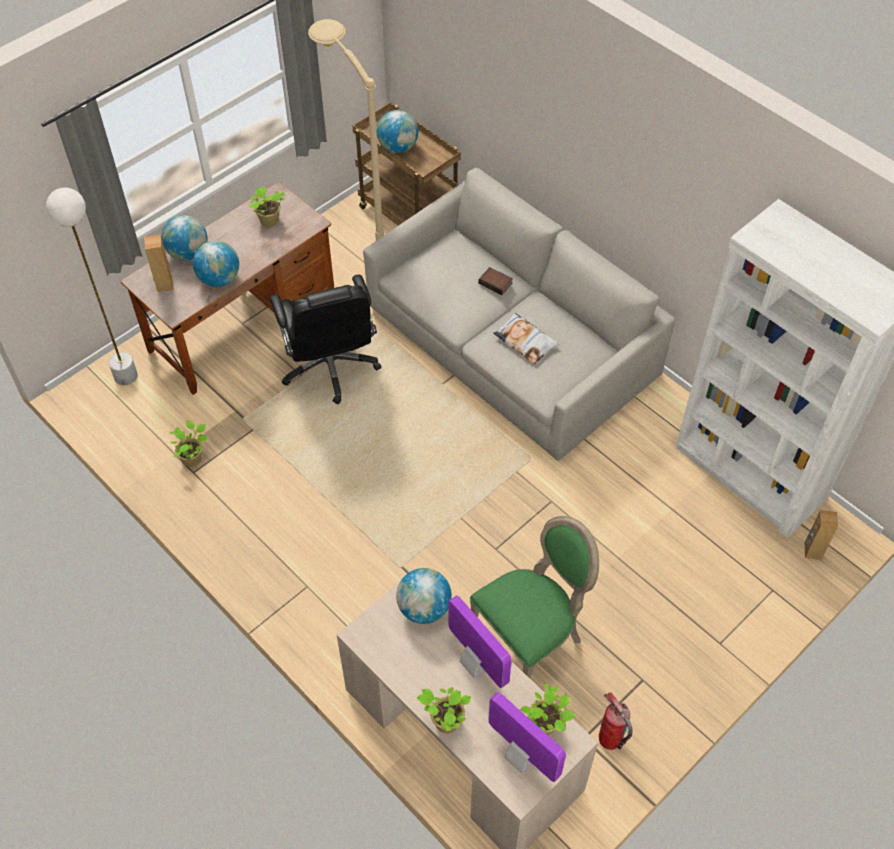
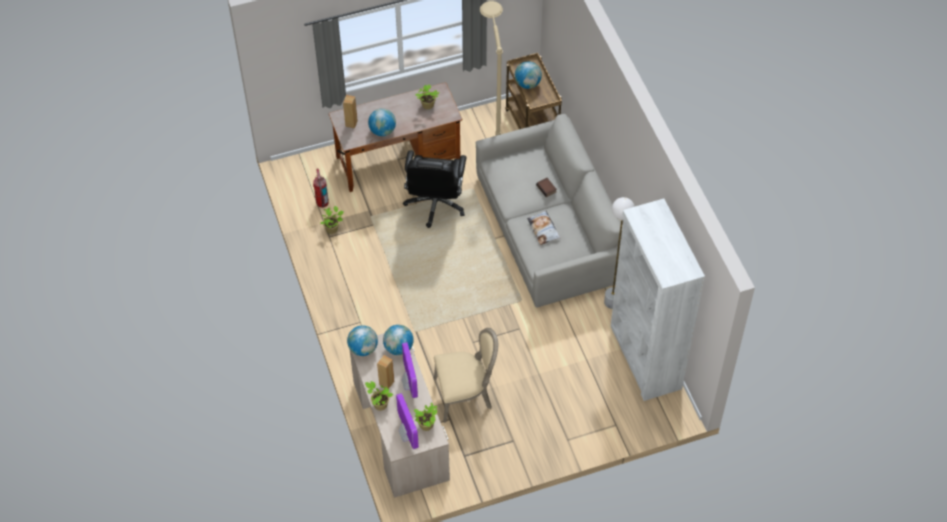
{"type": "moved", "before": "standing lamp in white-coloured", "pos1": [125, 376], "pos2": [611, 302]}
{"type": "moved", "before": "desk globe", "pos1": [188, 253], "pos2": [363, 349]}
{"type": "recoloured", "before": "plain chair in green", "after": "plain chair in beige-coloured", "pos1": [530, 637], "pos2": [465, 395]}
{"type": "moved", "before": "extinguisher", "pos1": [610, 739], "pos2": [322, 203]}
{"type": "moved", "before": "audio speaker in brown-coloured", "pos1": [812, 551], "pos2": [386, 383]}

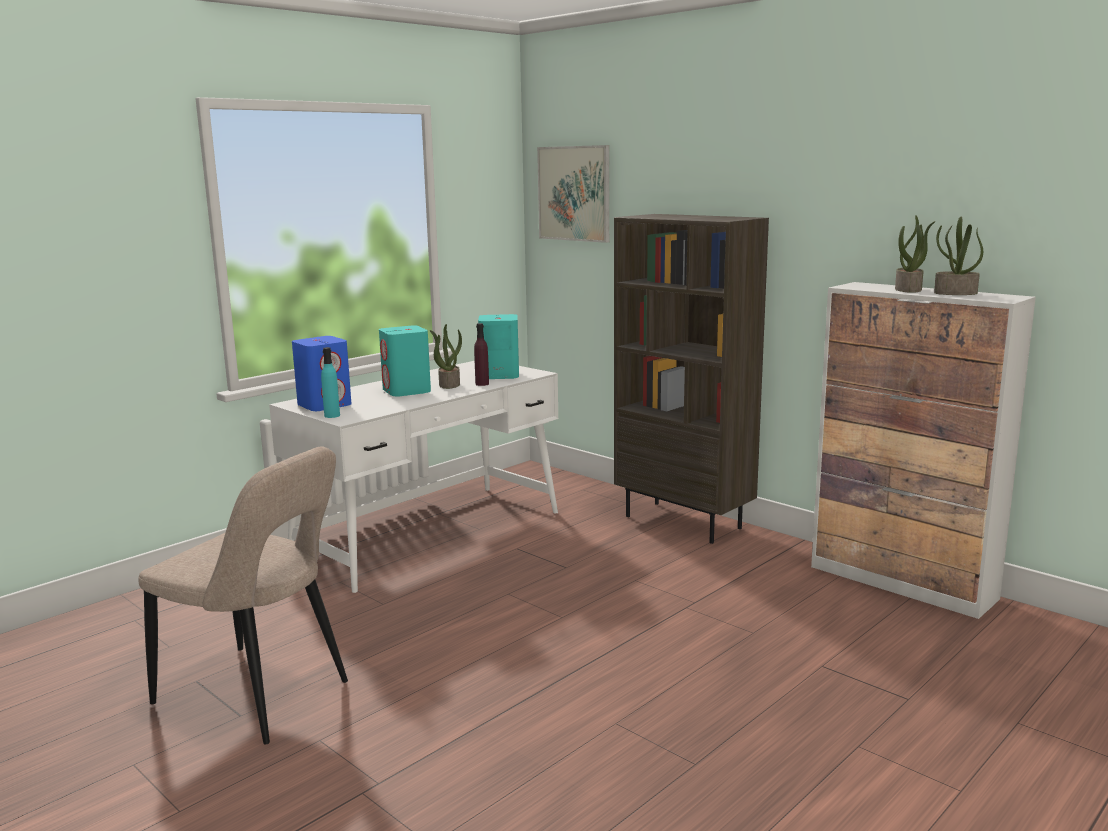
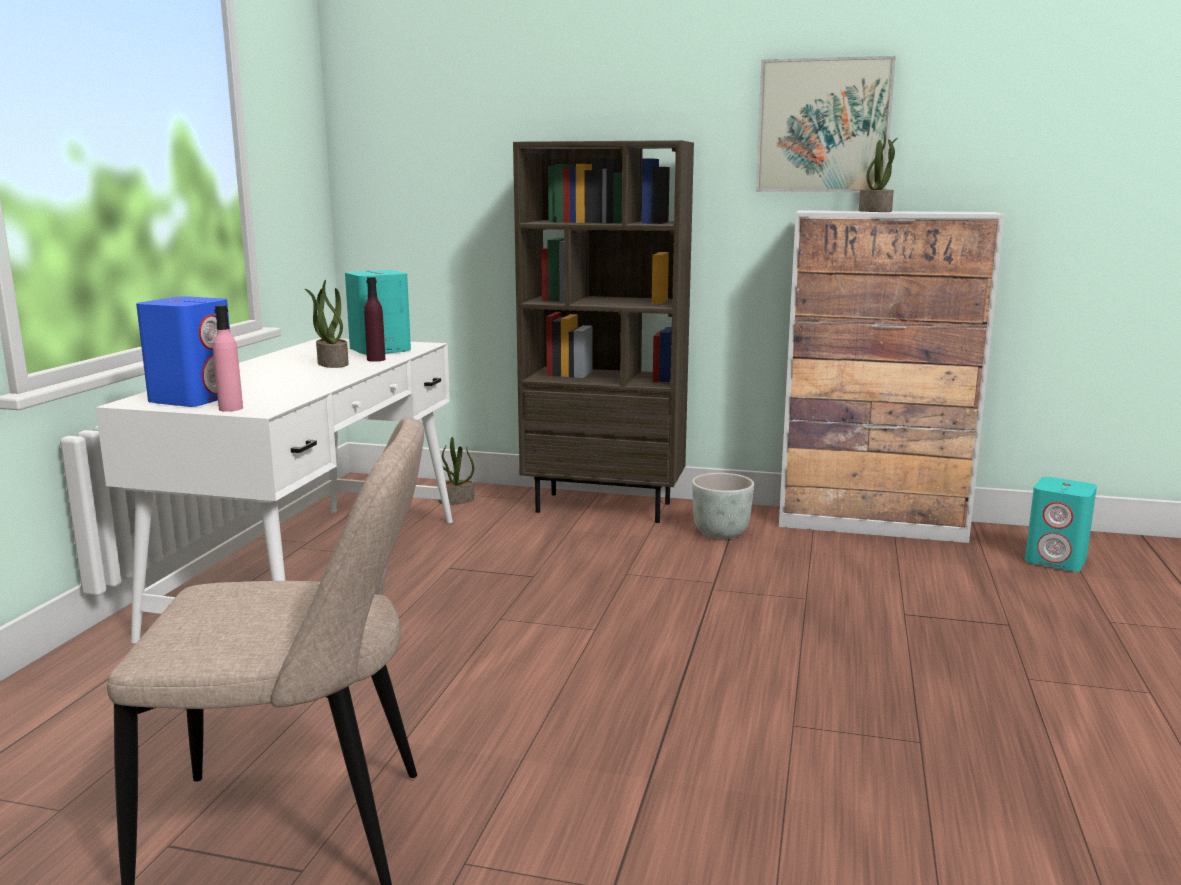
{"type": "recoloured", "before": "drink bottle in turquoise", "after": "drink bottle in pink", "pos1": [332, 415], "pos2": [231, 408]}
{"type": "moved", "before": "audio speaker in turquoise", "pos1": [407, 391], "pos2": [1056, 560]}
{"type": "moved", "before": "wall picture", "pos1": [574, 193], "pos2": [823, 126]}
{"type": "moved", "before": "houseplant", "pos1": [955, 293], "pos2": [456, 500]}
{"type": "added", "after": "flower pot in grey", "pos2": [722, 533]}

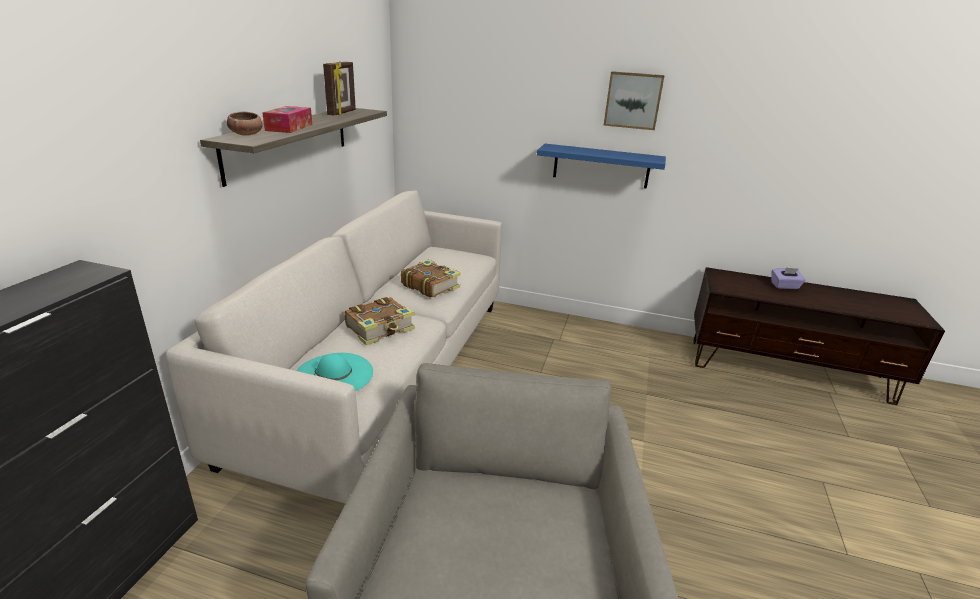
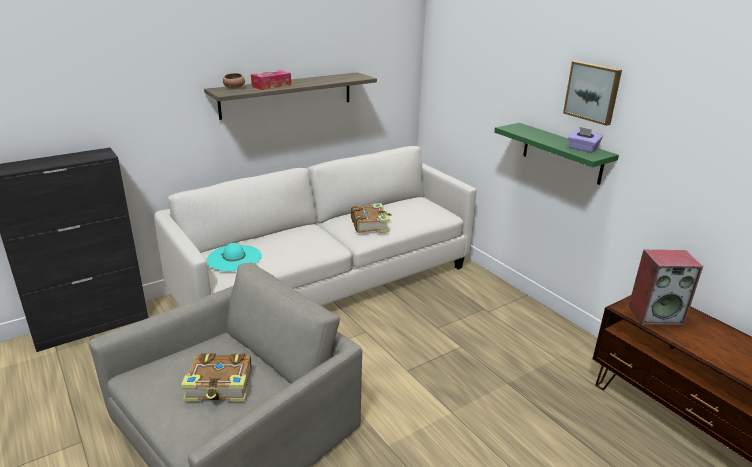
{"type": "removed", "before": "photo frame", "pos1": [342, 113]}
{"type": "moved", "before": "bound book", "pos1": [381, 328], "pos2": [220, 386]}
{"type": "recoloured", "before": "shelf in blue", "after": "shelf in green", "pos1": [601, 166], "pos2": [562, 153]}
{"type": "moved", "before": "tissue box in purple", "pos1": [784, 286], "pos2": [582, 149]}
{"type": "added", "after": "audio speaker", "pos2": [655, 315]}

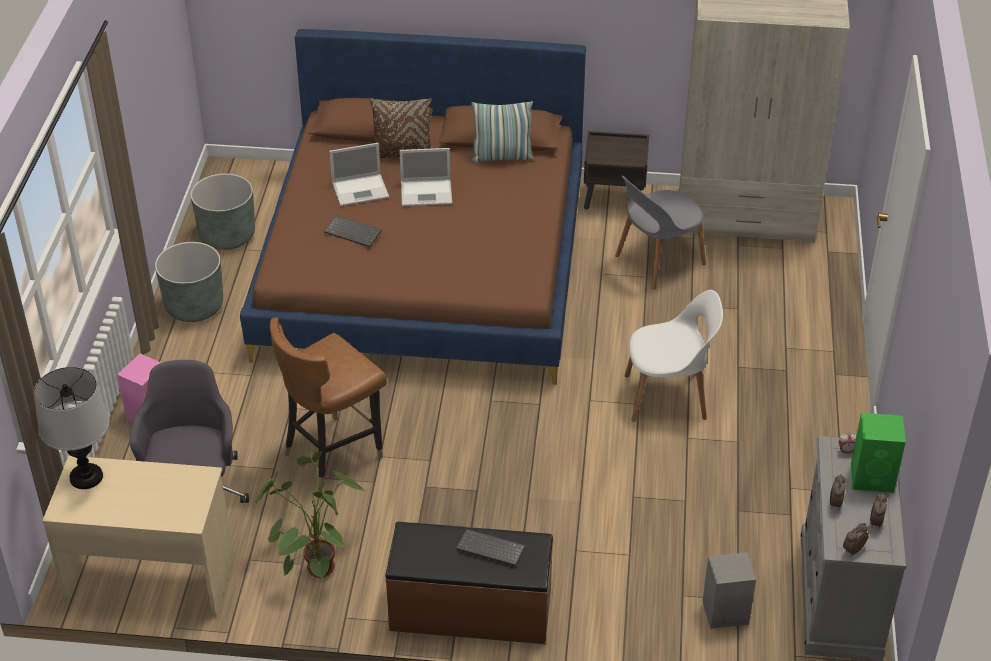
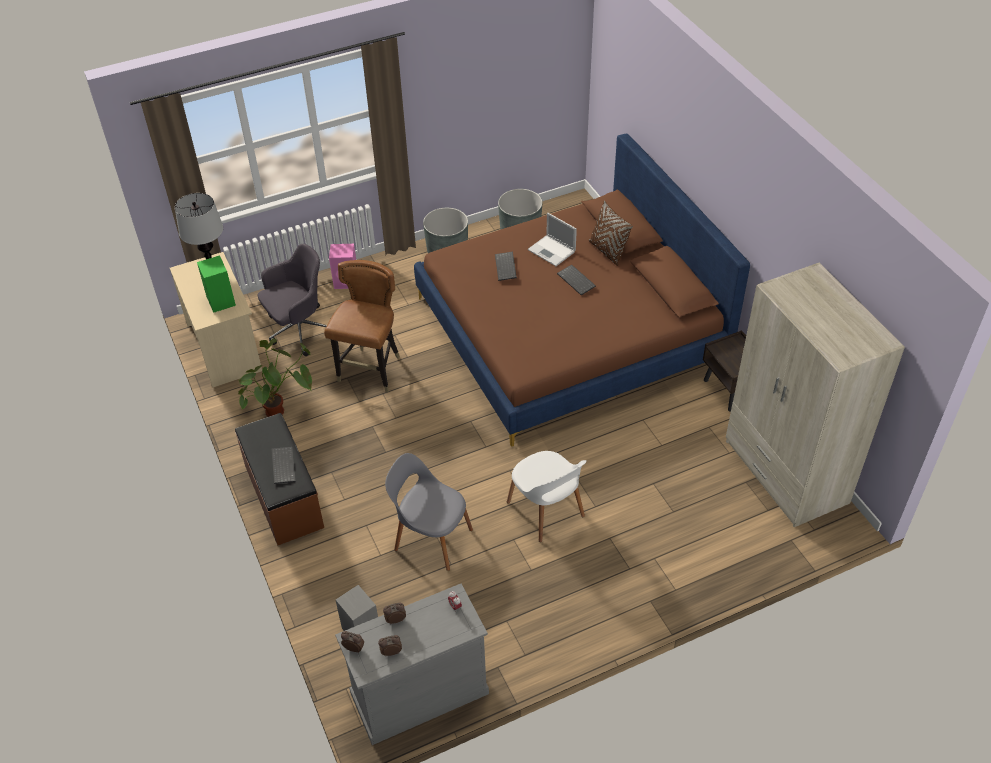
{"type": "turned", "before": "plain chair in brown-coloured", "pos1": [333, 452], "pos2": [371, 371], "turn": 90}
{"type": "replaced", "before": "portable computer", "after": "keyboard", "pos1": [427, 193], "pos2": [577, 280]}
{"type": "removed", "before": "throw pillow", "pos1": [502, 157]}
{"type": "moved", "before": "plain chair in grey", "pos1": [658, 261], "pos2": [431, 538]}
{"type": "moved", "before": "audio speaker in green", "pos1": [873, 478], "pos2": [221, 301]}

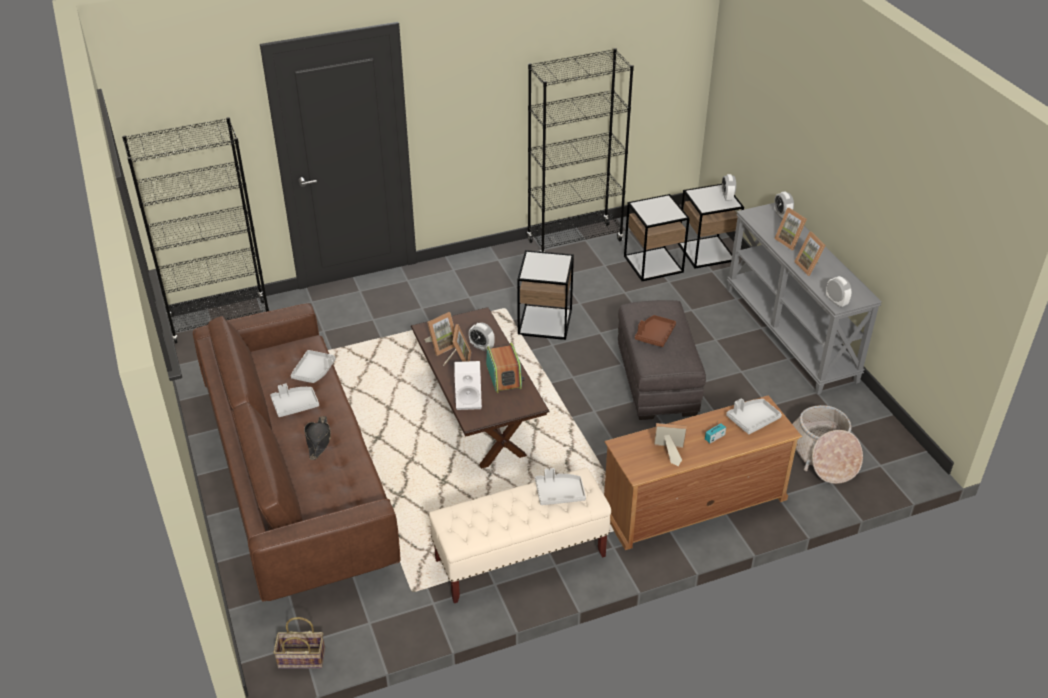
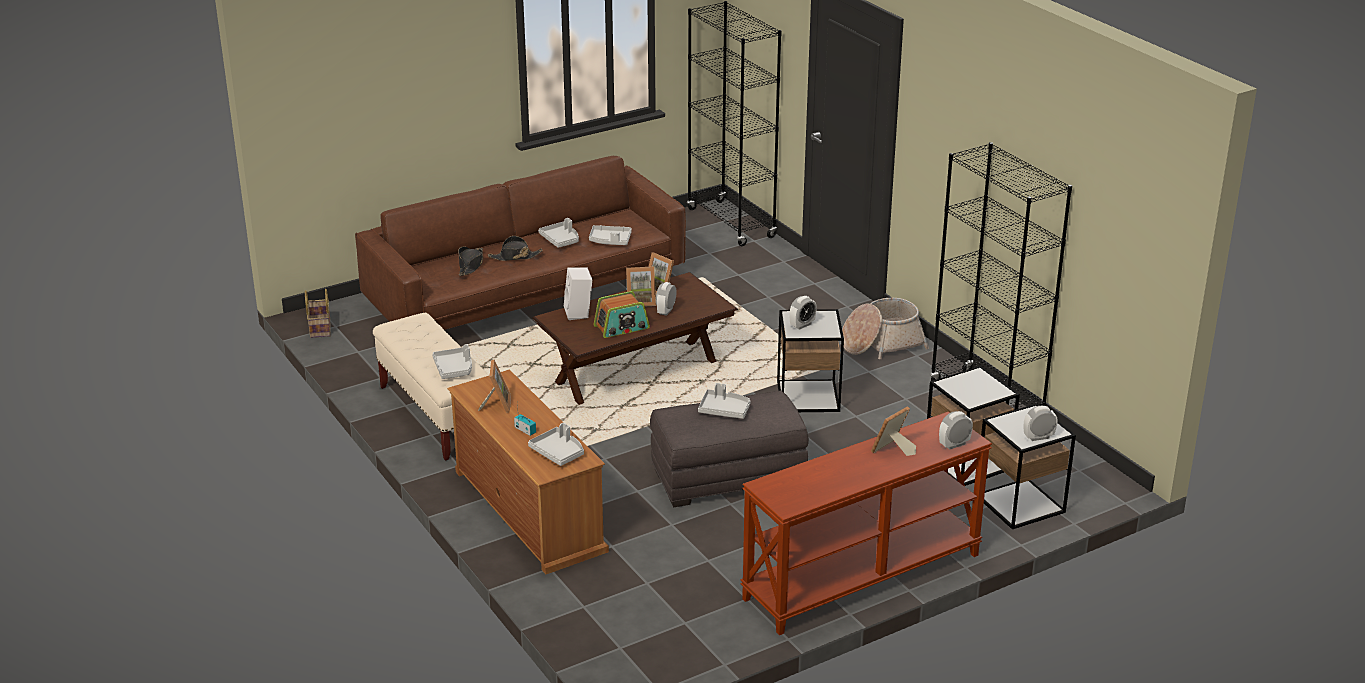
{"type": "recoloured", "before": "tray in brown-coloured", "after": "tray in grey", "pos1": [654, 335], "pos2": [724, 410]}
{"type": "recoloured", "before": "hall table in grey", "after": "hall table in brown-coloured", "pos1": [791, 334], "pos2": [862, 578]}
{"type": "moved", "before": "basket", "pos1": [823, 455], "pos2": [881, 343]}
{"type": "removed", "before": "photo frame", "pos1": [809, 267]}
{"type": "moved", "before": "table clock", "pos1": [836, 302], "pos2": [802, 325]}
{"type": "added", "after": "clothing hat in blackish", "pos2": [471, 265]}

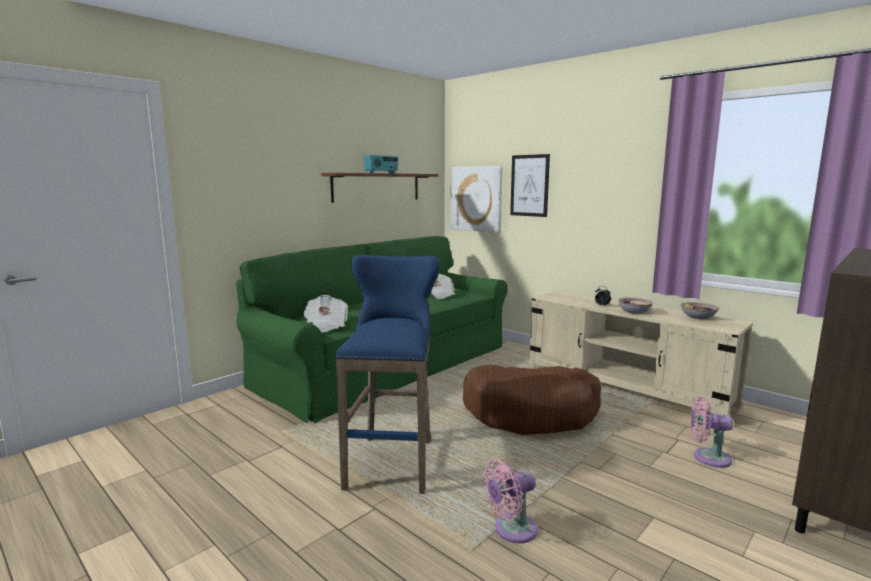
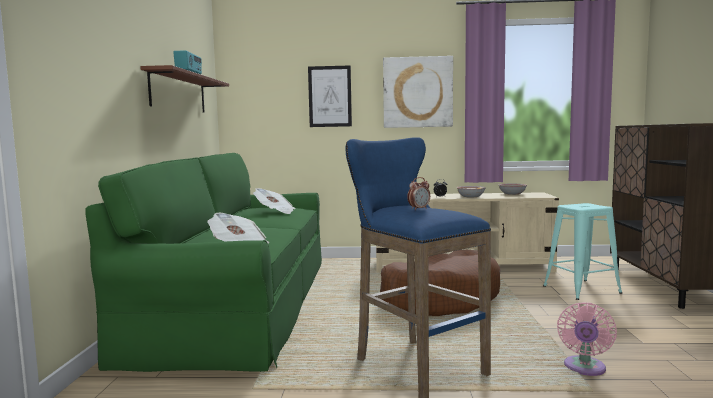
{"type": "moved", "before": "wall picture", "pos1": [476, 199], "pos2": [417, 92]}
{"type": "replaced", "before": "cooling fan in pink", "after": "stool in turquoise", "pos1": [707, 457], "pos2": [581, 289]}
{"type": "added", "after": "table clock", "pos2": [419, 209]}

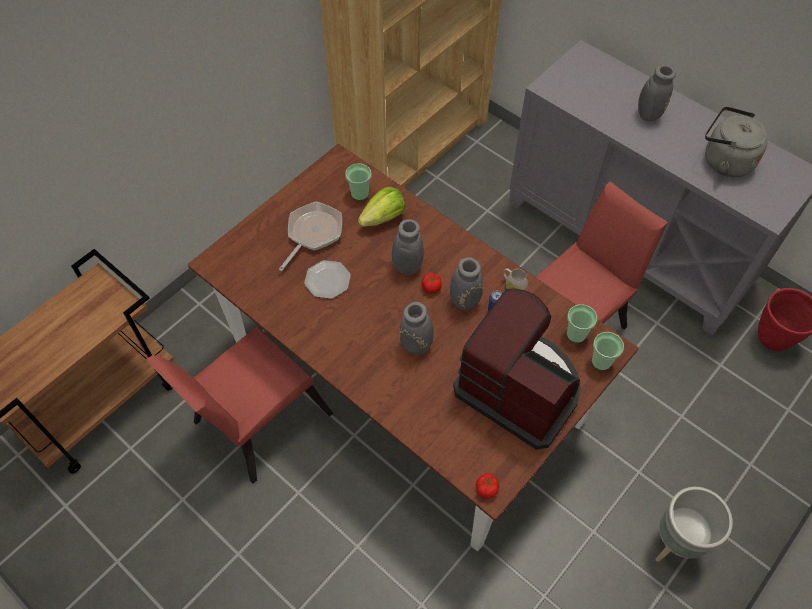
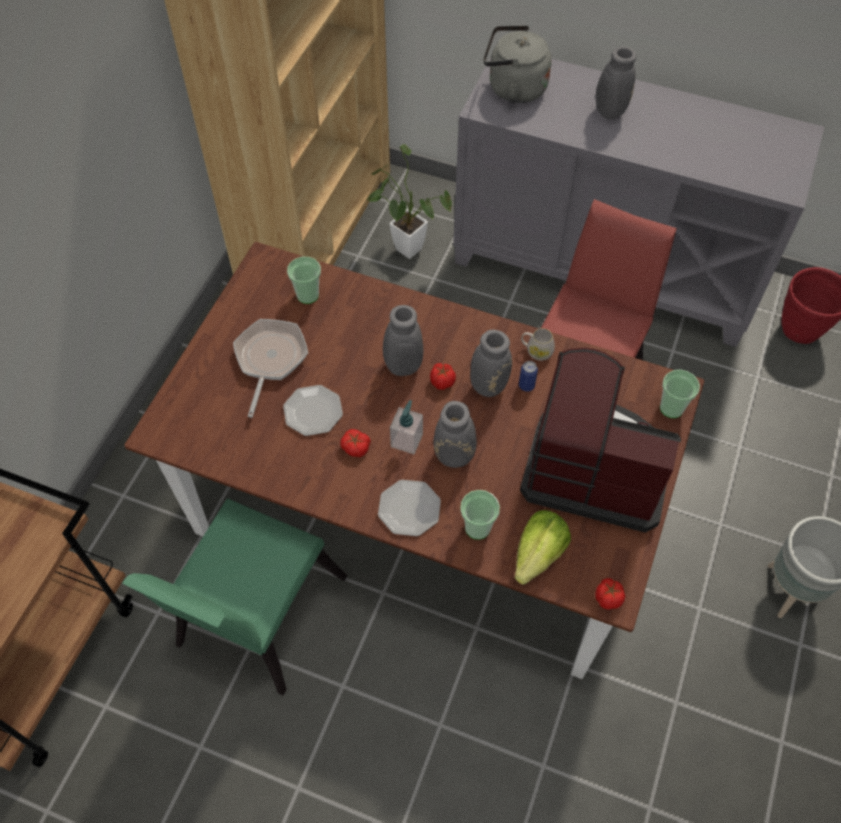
{"type": "recoloured", "before": "plain chair in red-coloured", "after": "plain chair in green", "pos1": [255, 422], "pos2": [254, 619]}
{"type": "moved", "before": "head of lettuce", "pos1": [383, 218], "pos2": [538, 554]}
{"type": "moved", "before": "cup", "pos1": [576, 334], "pos2": [477, 528]}
{"type": "moved", "before": "tea kettle in grey", "pos1": [724, 161], "pos2": [513, 88]}
{"type": "added", "after": "whole tomato", "pos2": [355, 447]}
{"type": "added", "after": "houseplant", "pos2": [404, 246]}
{"type": "added", "after": "plate", "pos2": [410, 508]}
{"type": "added", "after": "soap bottle", "pos2": [407, 440]}

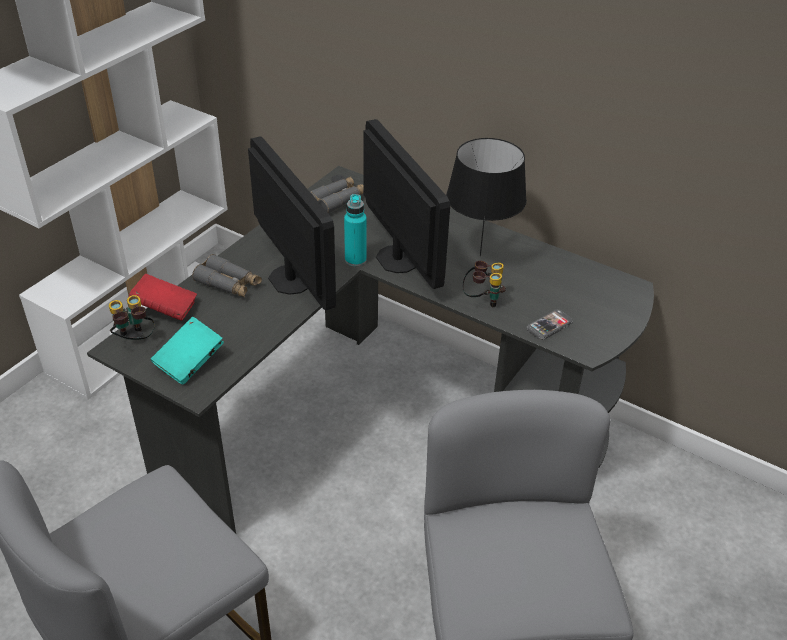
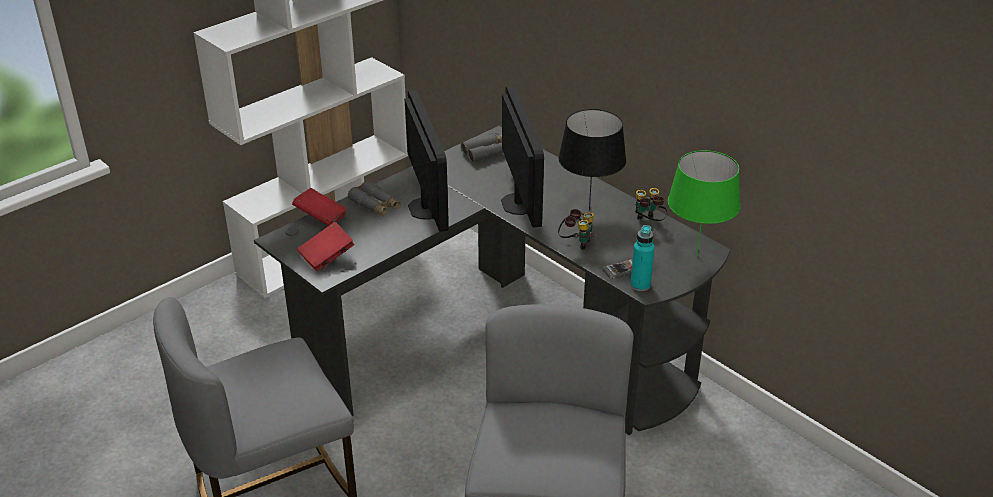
{"type": "moved", "before": "field glasses", "pos1": [134, 339], "pos2": [648, 222]}
{"type": "recoloured", "before": "bound book in turquoise", "after": "bound book in red-coloured", "pos1": [189, 362], "pos2": [326, 257]}
{"type": "moved", "before": "drink bottle in turquoise", "pos1": [355, 260], "pos2": [640, 285]}
{"type": "added", "after": "lamp for a table in green", "pos2": [697, 255]}

